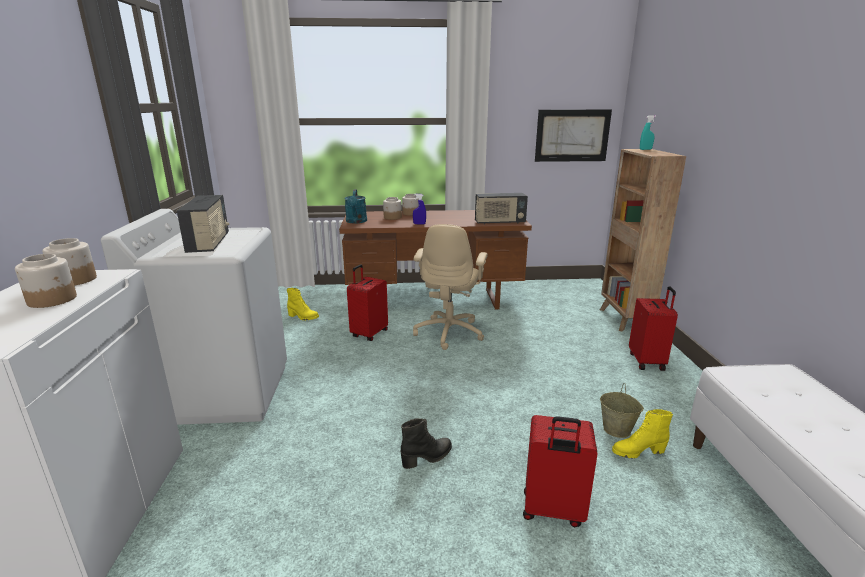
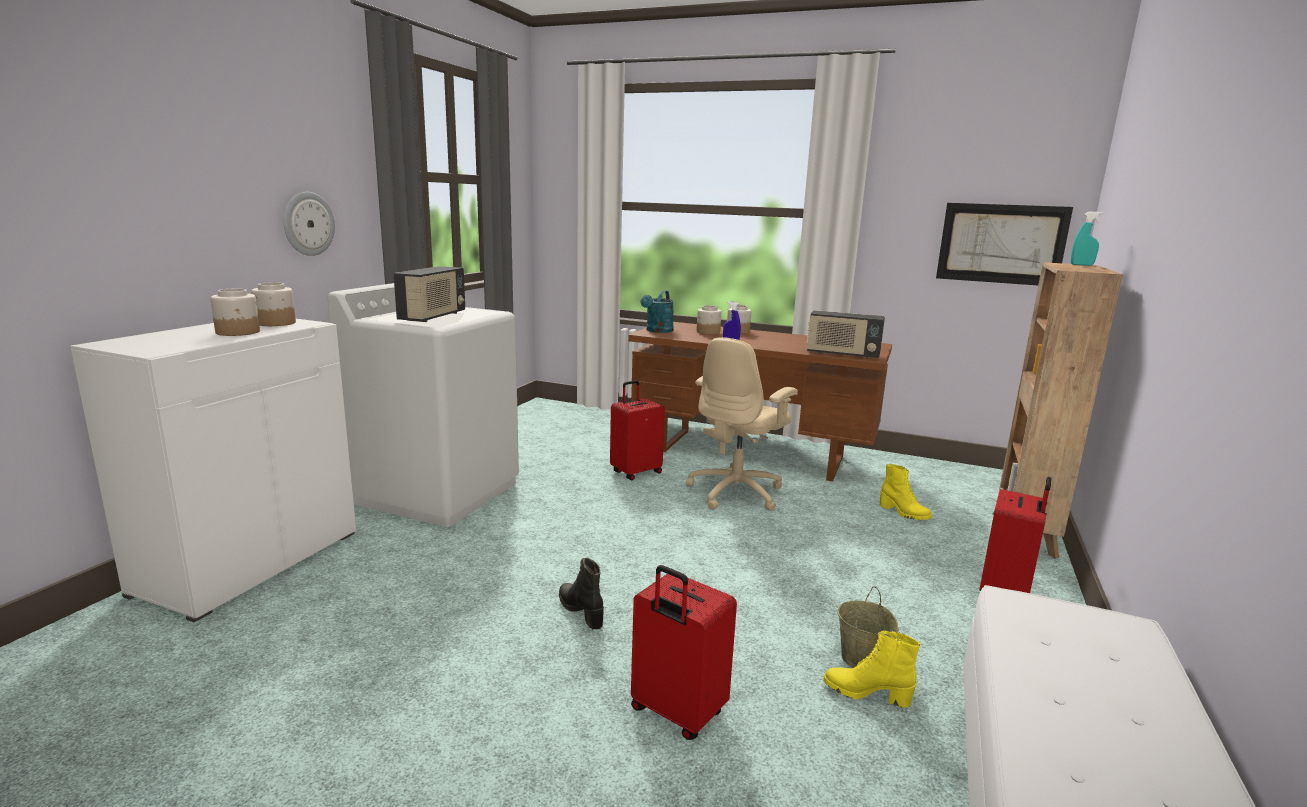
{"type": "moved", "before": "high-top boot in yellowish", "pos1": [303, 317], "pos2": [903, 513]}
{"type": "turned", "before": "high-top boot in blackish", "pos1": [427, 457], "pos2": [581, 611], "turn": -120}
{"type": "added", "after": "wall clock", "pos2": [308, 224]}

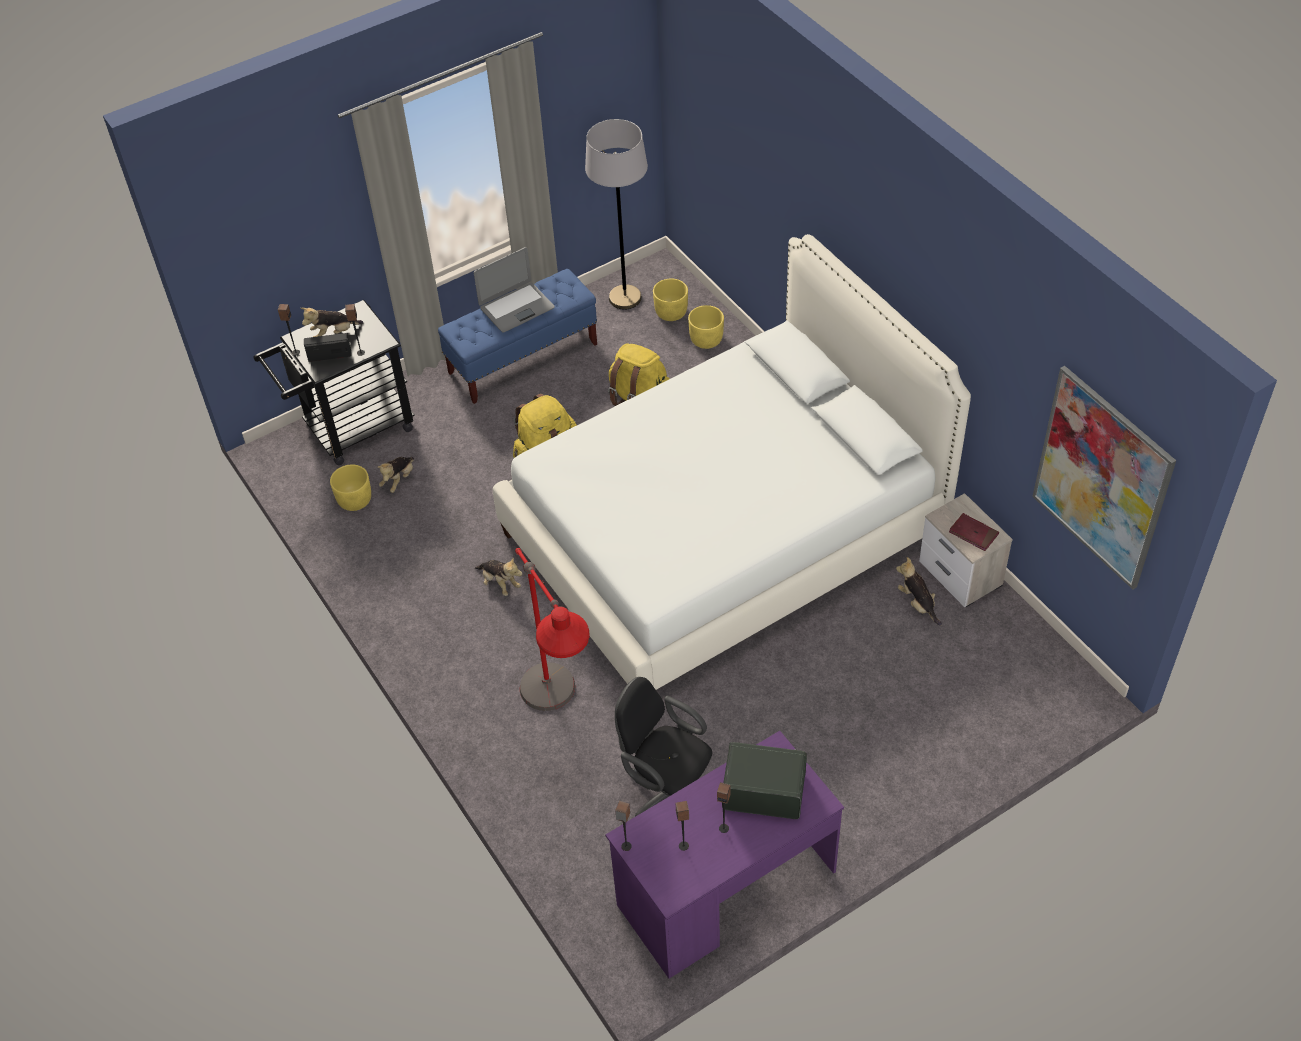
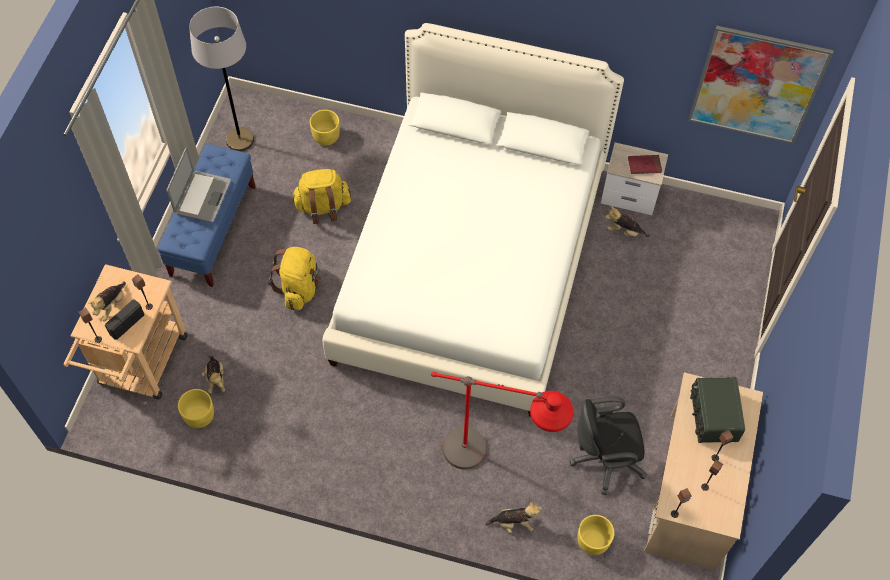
{"type": "recoloured", "before": "wheeled cart in blackish", "after": "wheeled cart in beige-coloured", "pos1": [350, 430], "pos2": [140, 367]}
{"type": "moved", "before": "cuddly toy", "pos1": [500, 583], "pos2": [514, 523]}
{"type": "recoloured", "before": "desk unit in purple", "after": "desk unit in beige-coloured", "pos1": [726, 888], "pos2": [691, 490]}
{"type": "moved", "before": "flower pot in yellowish", "pos1": [671, 312], "pos2": [592, 541]}
{"type": "turned", "before": "radio", "pos1": [764, 790], "pos2": [712, 416], "turn": -60}

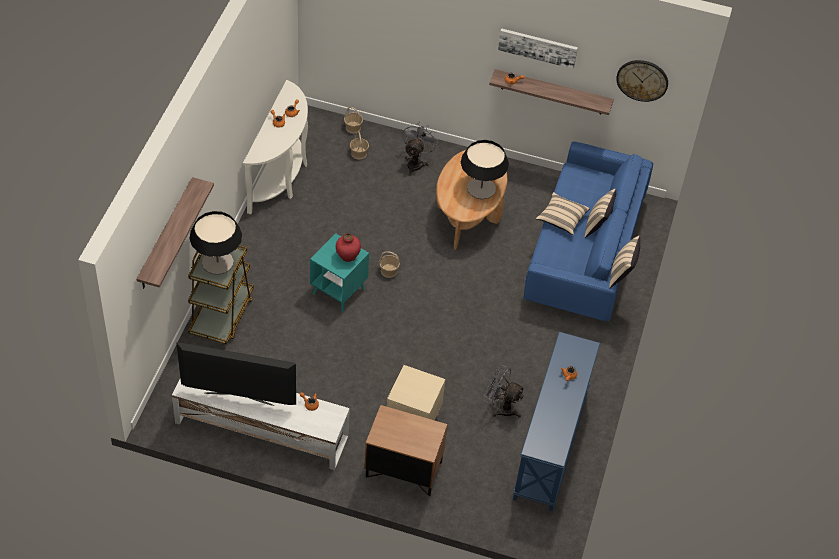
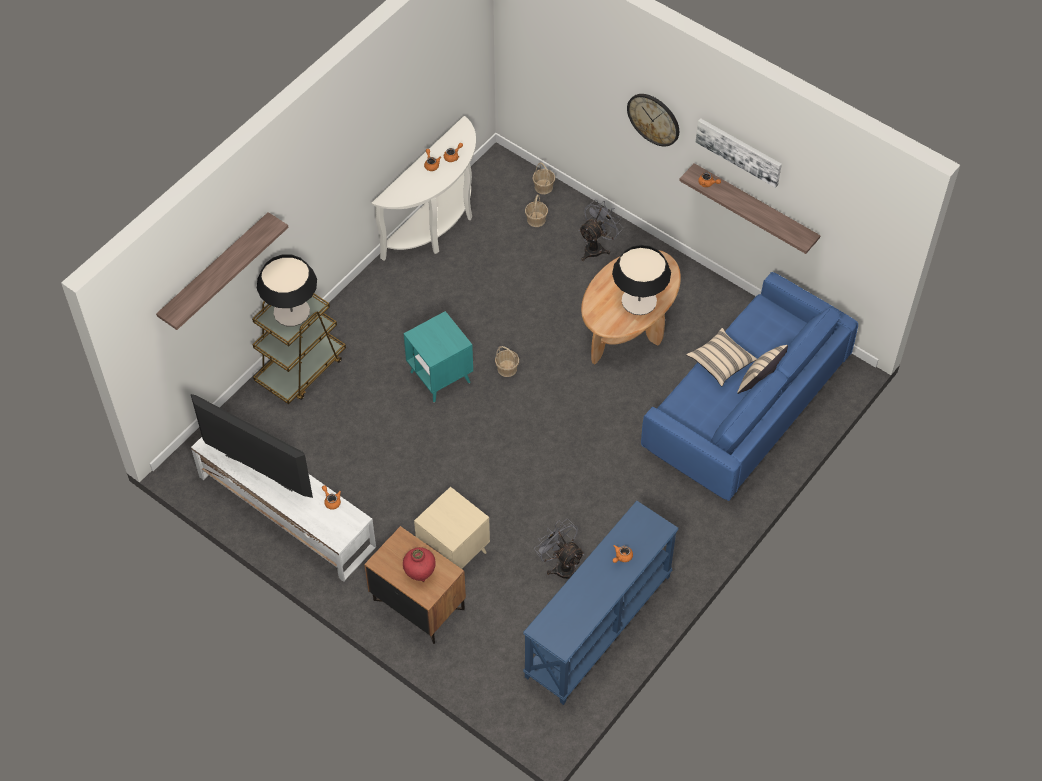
{"type": "moved", "before": "vase in red-coloured", "pos1": [347, 257], "pos2": [420, 573]}
{"type": "removed", "before": "throw pillow in beige-coloured", "pos1": [622, 274]}
{"type": "moved", "before": "wall clock", "pos1": [642, 80], "pos2": [654, 119]}

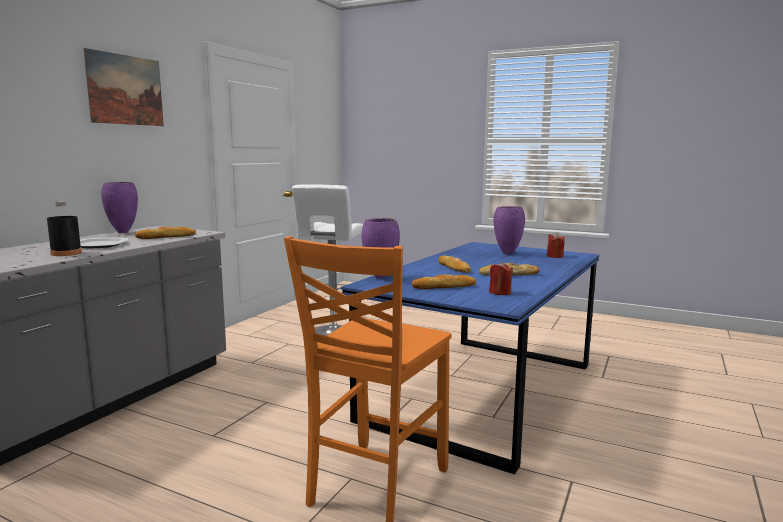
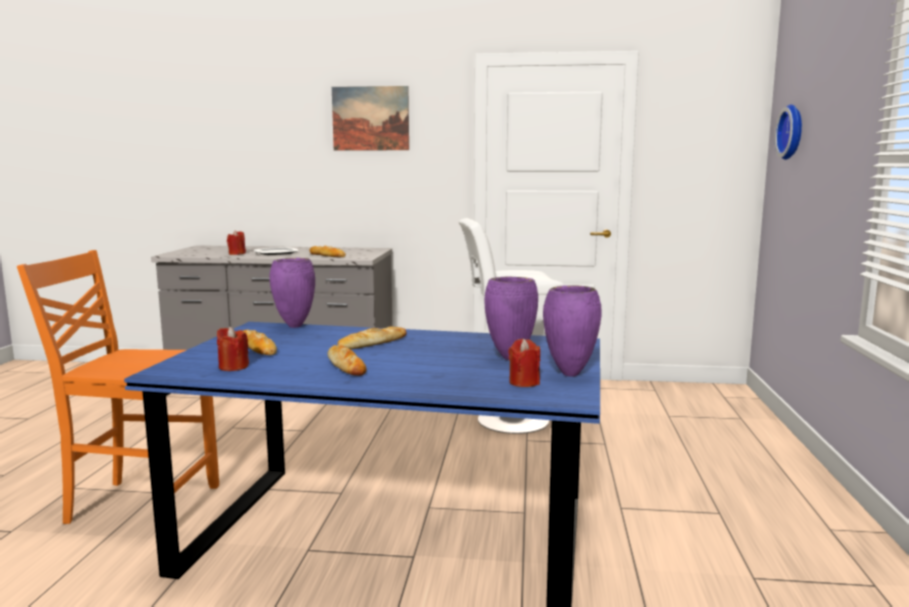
{"type": "replaced", "before": "drink bottle in blackish", "after": "wax light in red-coloured", "pos1": [66, 253], "pos2": [237, 254]}
{"type": "moved", "before": "vase in purple", "pos1": [122, 232], "pos2": [569, 374]}
{"type": "added", "after": "wall clock", "pos2": [793, 132]}

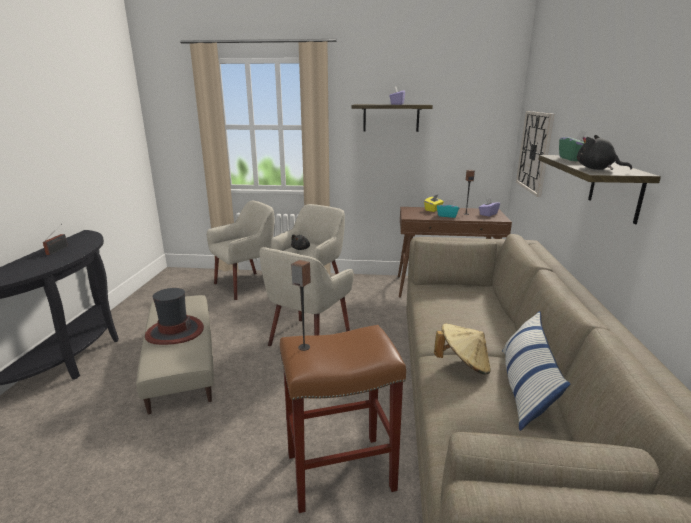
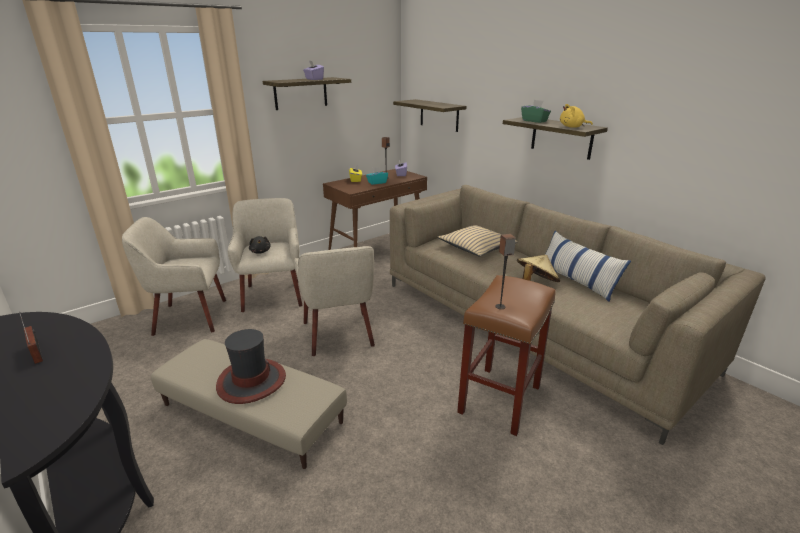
{"type": "turned", "before": "lounge chair in beige-coloured", "pos1": [246, 285], "pos2": [189, 317], "turn": -105}
{"type": "replaced", "before": "wall clock", "after": "shelf", "pos1": [534, 151], "pos2": [439, 115]}
{"type": "recoloured", "before": "cuddly toy in blackish", "after": "cuddly toy in yellowish", "pos1": [597, 169], "pos2": [572, 127]}
{"type": "added", "after": "throw pillow in beige-coloured", "pos2": [476, 247]}

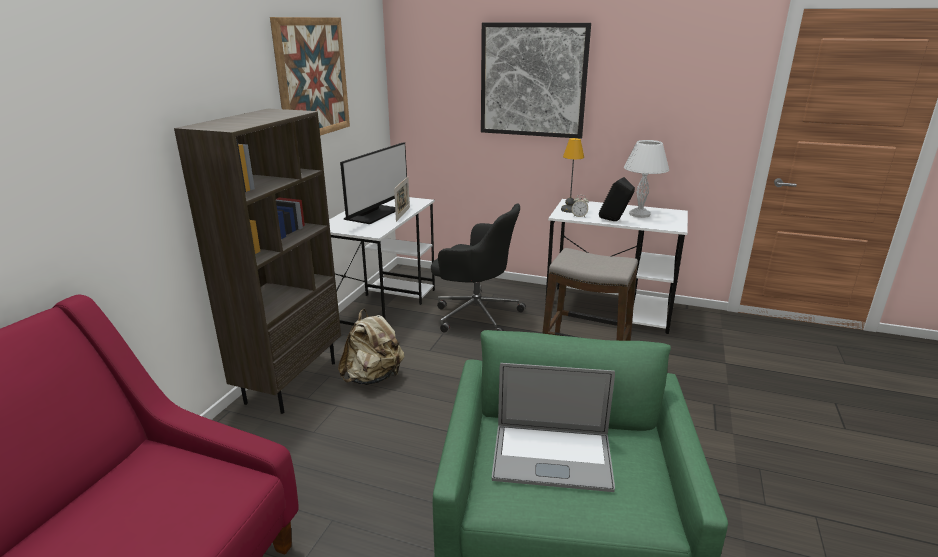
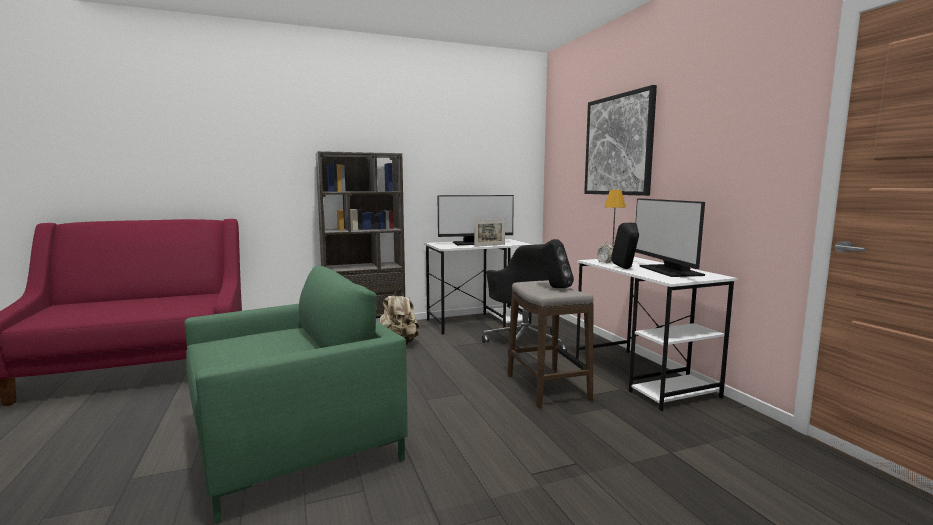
{"type": "removed", "before": "wall picture", "pos1": [312, 78]}
{"type": "removed", "before": "portable computer", "pos1": [552, 457]}
{"type": "replaced", "before": "lamp for a table in white-coloured", "after": "computer screen", "pos1": [640, 214], "pos2": [669, 271]}
{"type": "added", "after": "audio speaker in blackish", "pos2": [554, 287]}

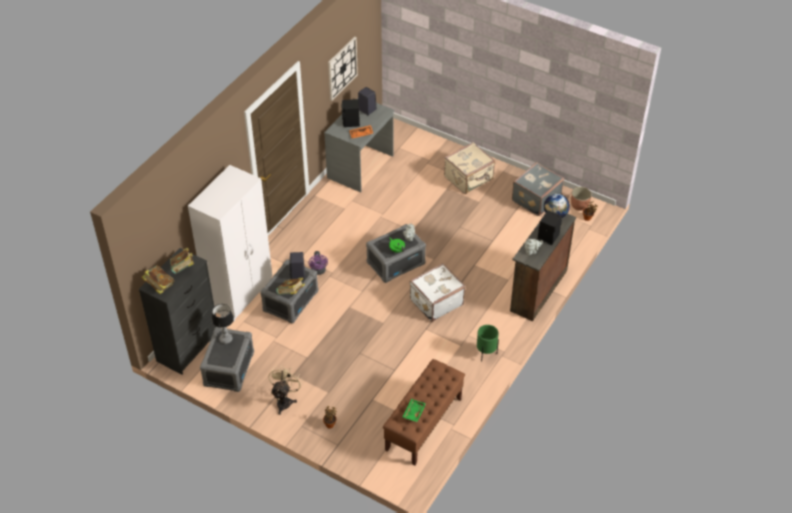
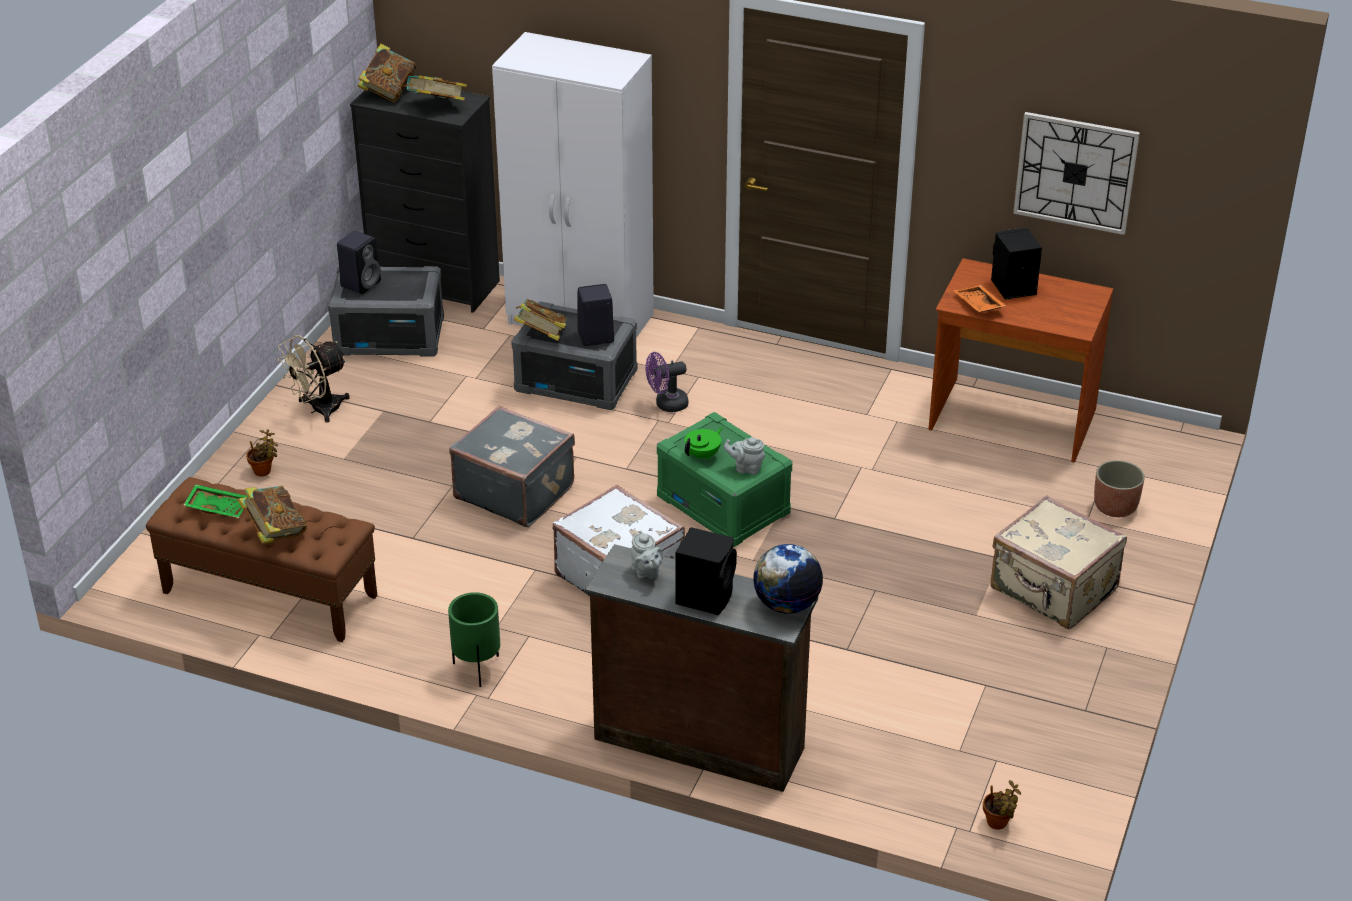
{"type": "removed", "before": "lamp for a table", "pos1": [225, 339]}
{"type": "turned", "before": "cooling fan in beige-coloured", "pos1": [285, 400], "pos2": [319, 410], "turn": 135}
{"type": "recoloured", "before": "desk unit in grey", "after": "desk unit in brown-coloured", "pos1": [361, 167], "pos2": [1011, 420]}
{"type": "moved", "before": "audio speaker in blackish", "pos1": [366, 109], "pos2": [361, 283]}
{"type": "recoloured", "before": "storage container in grey", "after": "storage container in green", "pos1": [396, 263], "pos2": [724, 505]}
{"type": "moved", "before": "travel case in grey", "pos1": [535, 199], "pos2": [515, 491]}
{"type": "moved", "before": "flower pot", "pos1": [579, 205], "pos2": [1115, 507]}
{"type": "added", "after": "bound book", "pos2": [275, 532]}

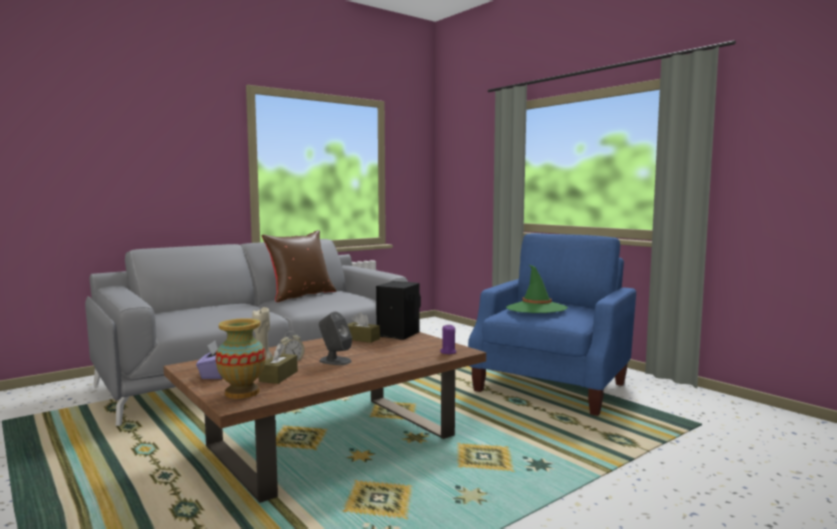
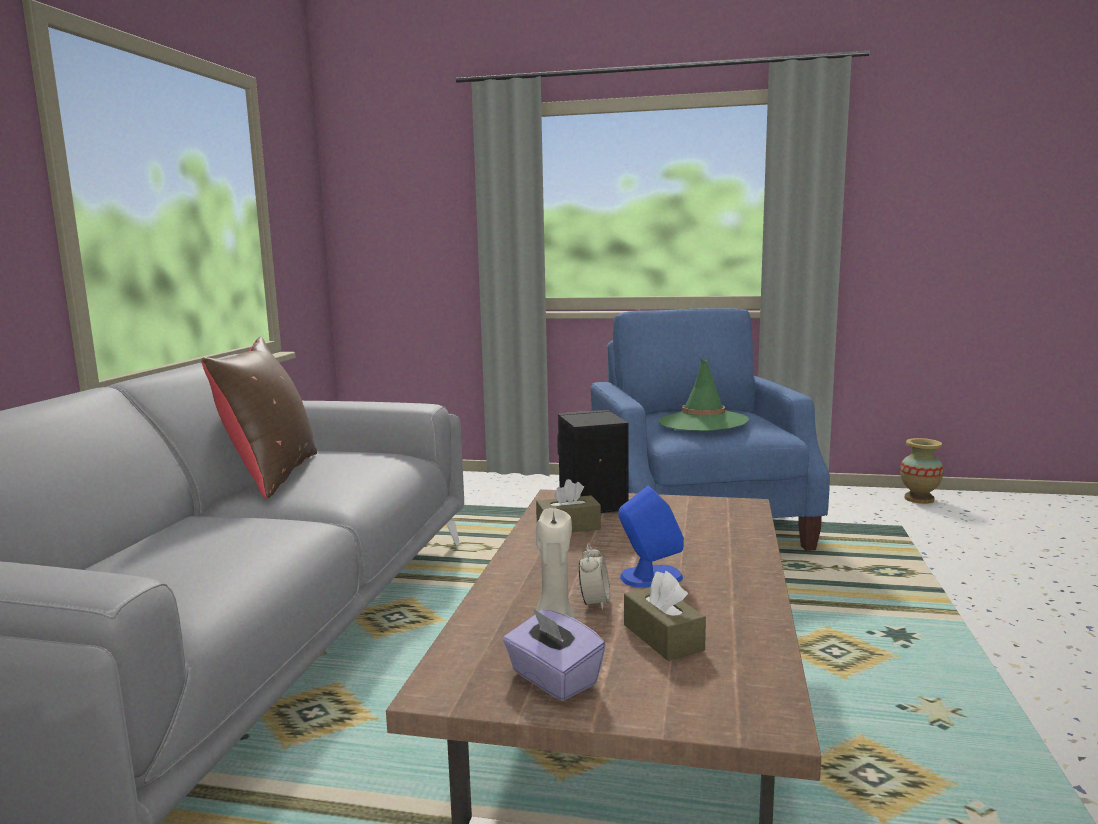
{"type": "moved", "before": "vase", "pos1": [242, 393], "pos2": [919, 499]}
{"type": "recoloured", "before": "audio speaker in grey", "after": "audio speaker in blue", "pos1": [334, 361], "pos2": [650, 577]}
{"type": "removed", "before": "wax light in purple", "pos1": [448, 352]}

